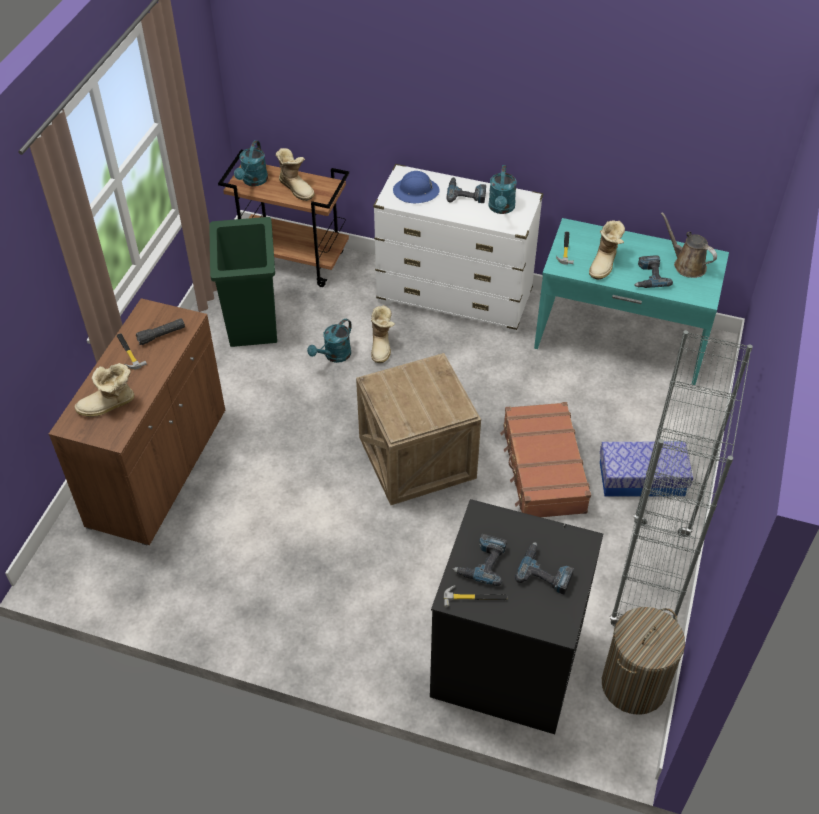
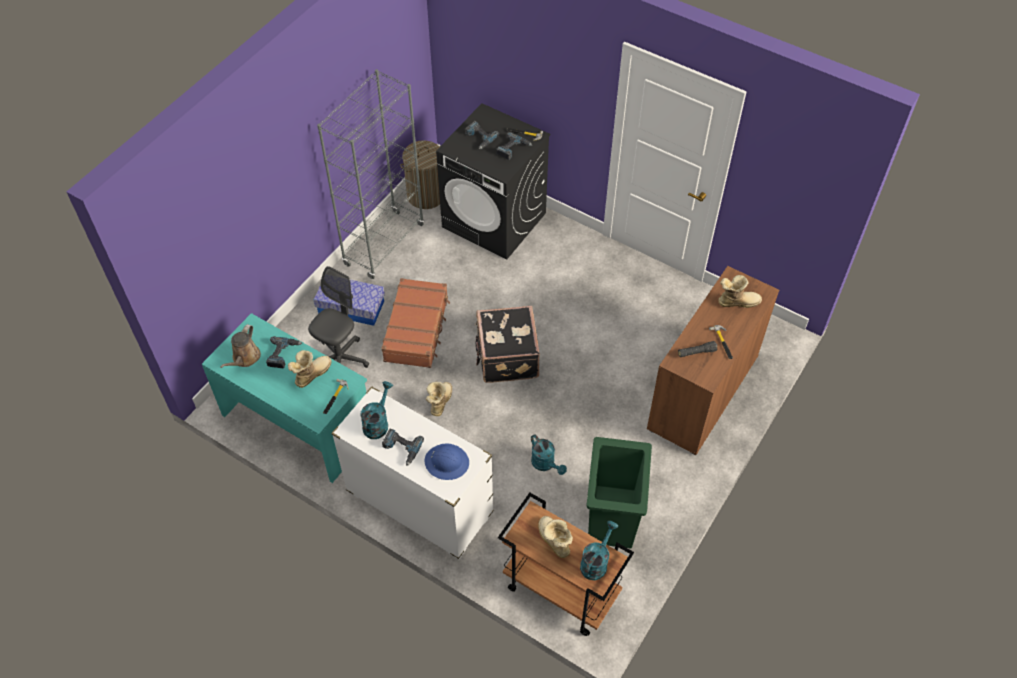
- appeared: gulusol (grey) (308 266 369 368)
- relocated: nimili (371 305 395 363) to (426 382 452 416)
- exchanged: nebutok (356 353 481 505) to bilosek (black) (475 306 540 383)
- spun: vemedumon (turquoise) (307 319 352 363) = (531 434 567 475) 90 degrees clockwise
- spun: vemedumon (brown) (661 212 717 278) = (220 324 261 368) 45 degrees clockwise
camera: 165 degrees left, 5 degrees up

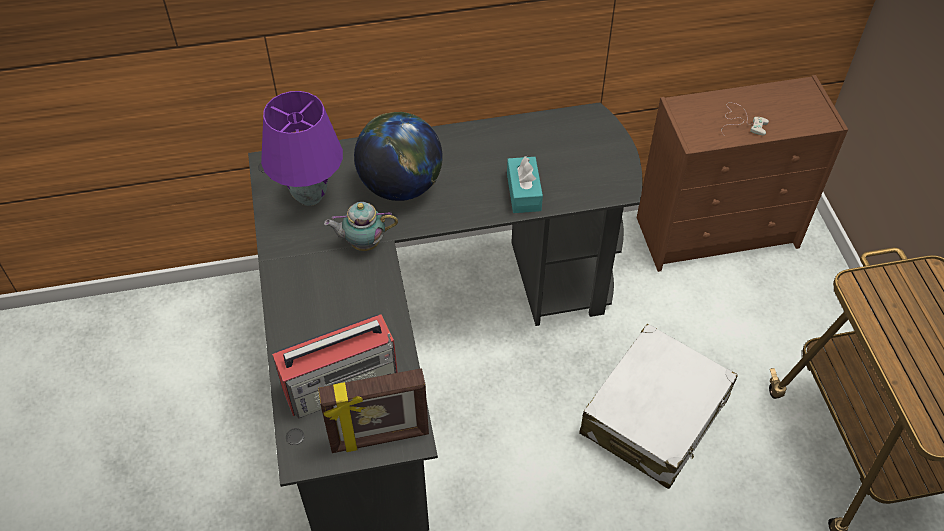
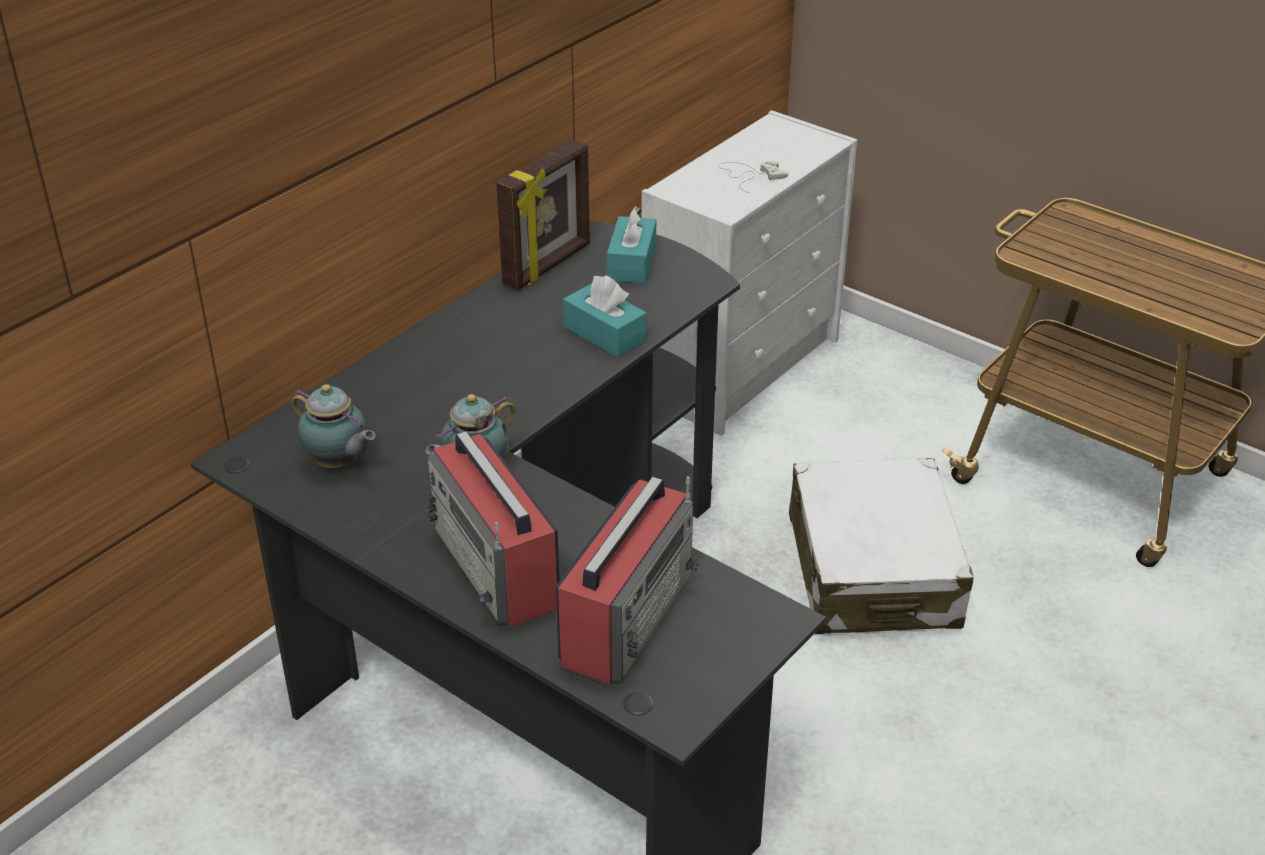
- missing: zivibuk (354 112 443 201)
- appeared: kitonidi (426 431 559 627)
- appeared: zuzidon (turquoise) (607 206 656 284)
- relocated: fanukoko (318 368 429 453) to (496 139 590 290)
- exchanged: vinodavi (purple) (261 91 343 206) to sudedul (292 384 375 468)
- colour: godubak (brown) (637 75 848 272) to godubak (white) (642 110 857 436)
camera: 40 degrees left, 15 degrees down

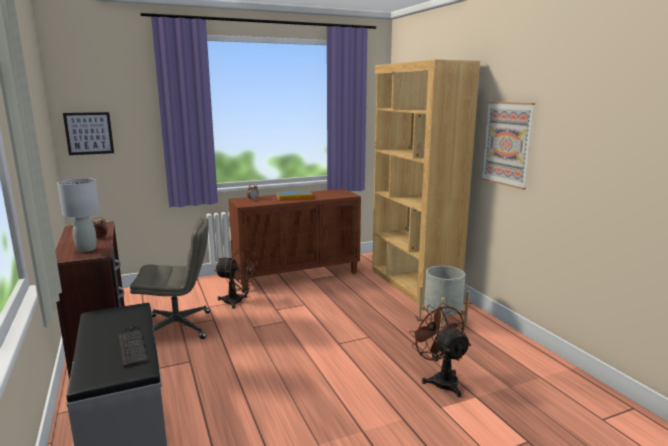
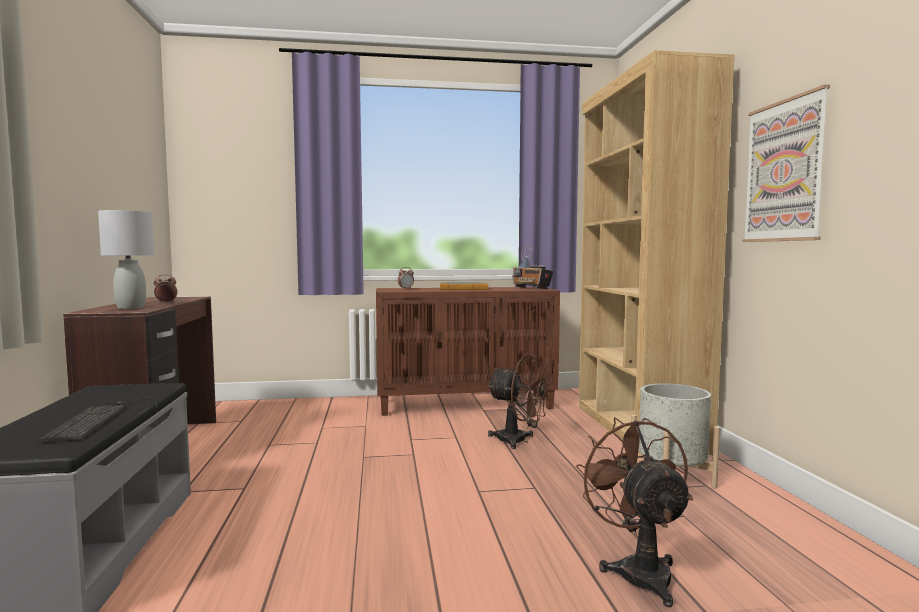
- missing: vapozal (63 112 114 155)
- missing: gulusol (grey) (130 218 211 339)
- appeared: kitonidi (512 245 553 289)
- relocated: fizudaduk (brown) (214 248 258 309) to (487 354 553 449)
camera: 15 degrees right, 10 degrees down

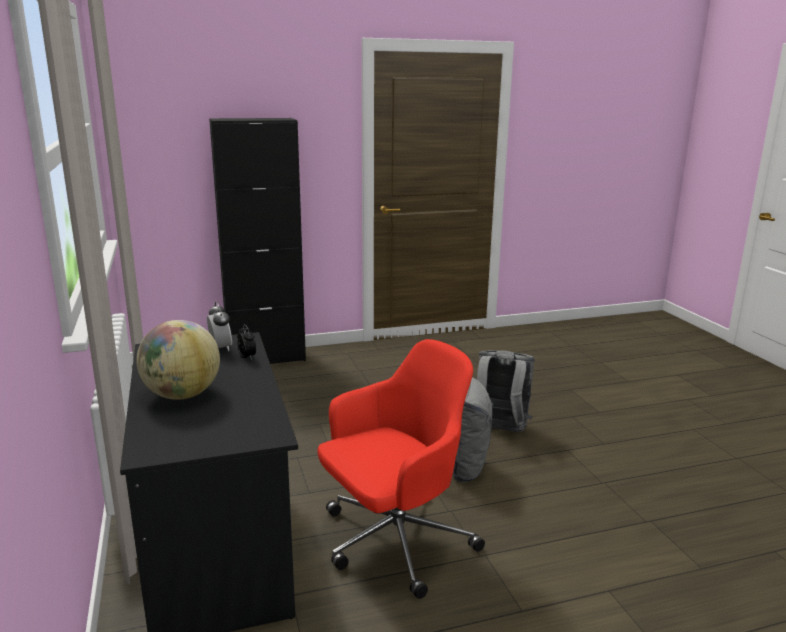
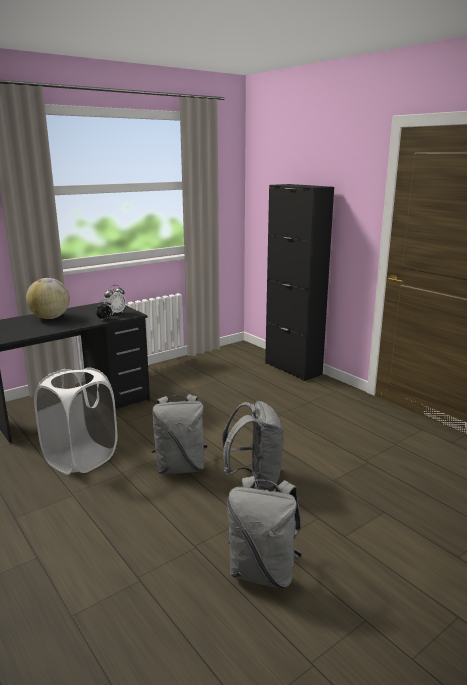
- appeared: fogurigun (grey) (227 476 302 588)
- exchanged: gulusol (red) (317 339 485 599) to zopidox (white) (34 367 117 475)
camera: 70 degrees right, 0 degrees up

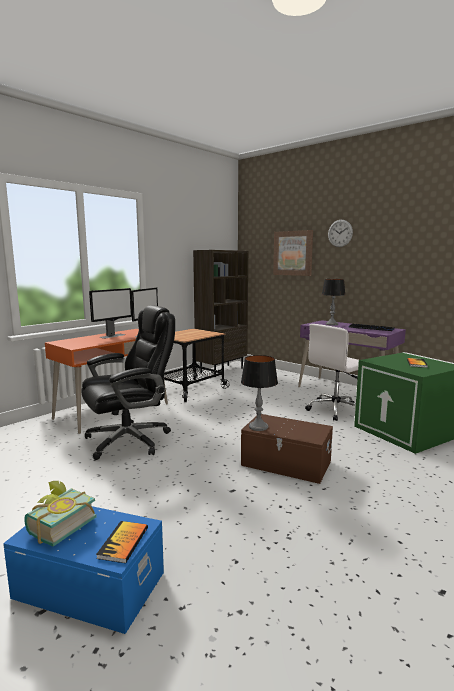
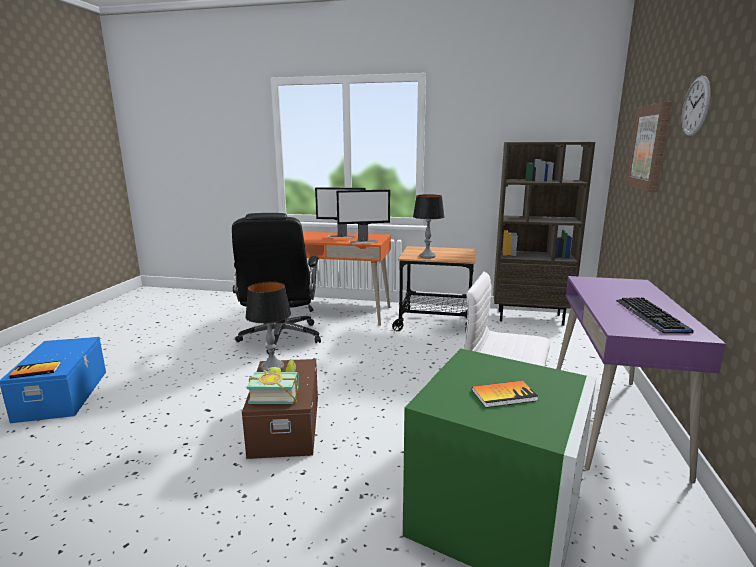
- relocated: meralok (24 481 96 547) to (247 359 299 404)
- relocated: vinodavi (322 279 345 325) to (413 194 444 259)
- spun: gulusol (black) (82 305 175 460) = (232 213 321 354) 60 degrees clockwise
camera: 60 degrees right, 5 degrees up

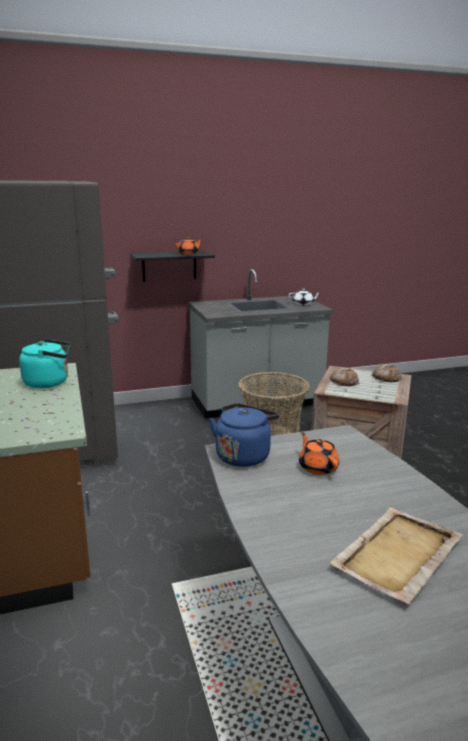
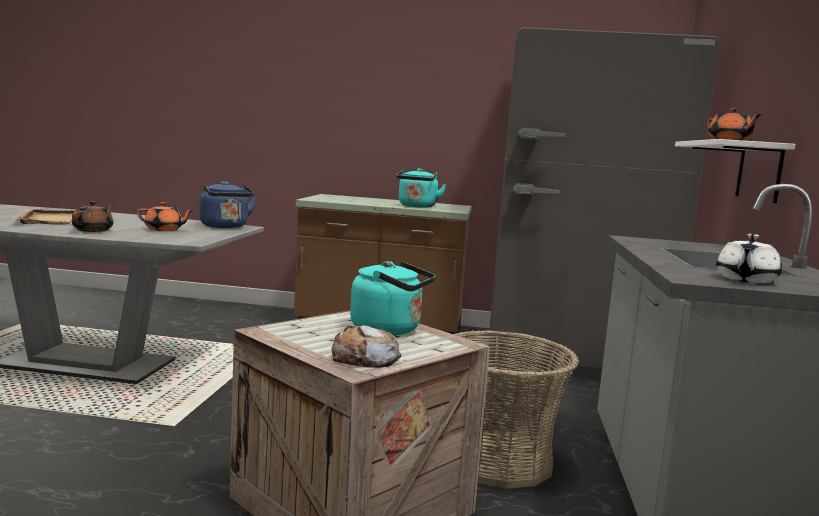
- appeared: sudedul (brown) (72 201 114 232)
- exchanged: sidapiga (330 368 359 386) to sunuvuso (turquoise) (350 261 435 335)
- colour: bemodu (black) (131 251 215 282) to bemodu (white) (675 139 795 203)
camera: 115 degrees right, 10 degrees down

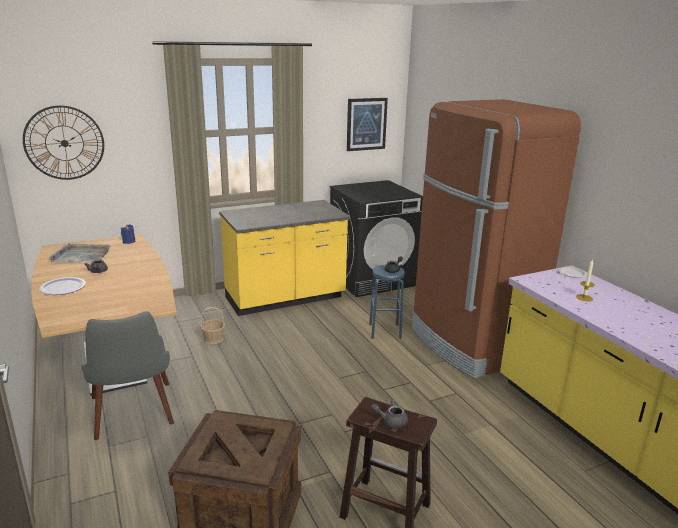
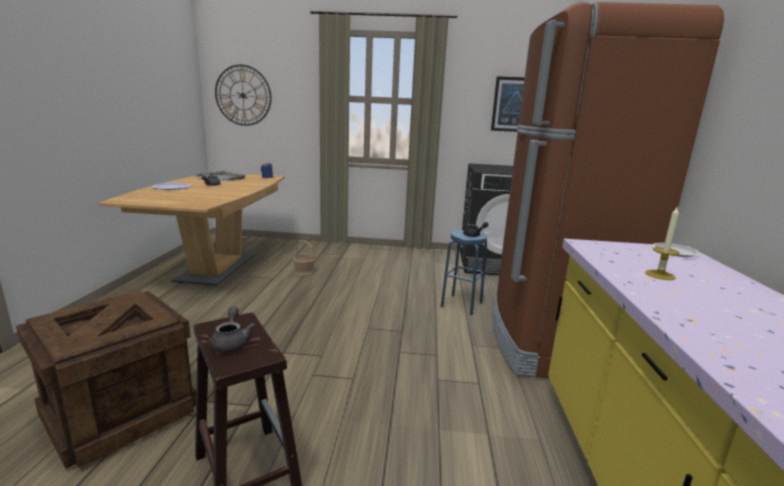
- missing: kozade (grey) (81 311 174 440)
- missing: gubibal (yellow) (219 200 350 316)
- spun: sudedul (grey) (371 400 408 428) = (210 307 256 353) 45 degrees clockwise
camera: 30 degrees right, 5 degrees down

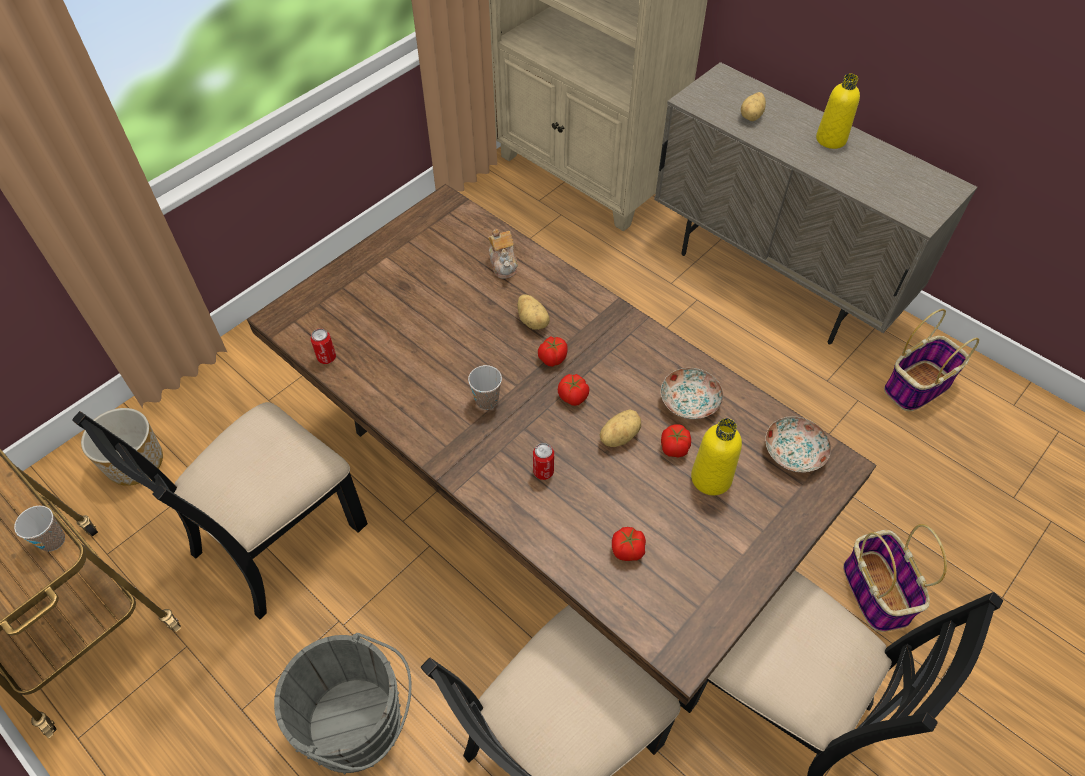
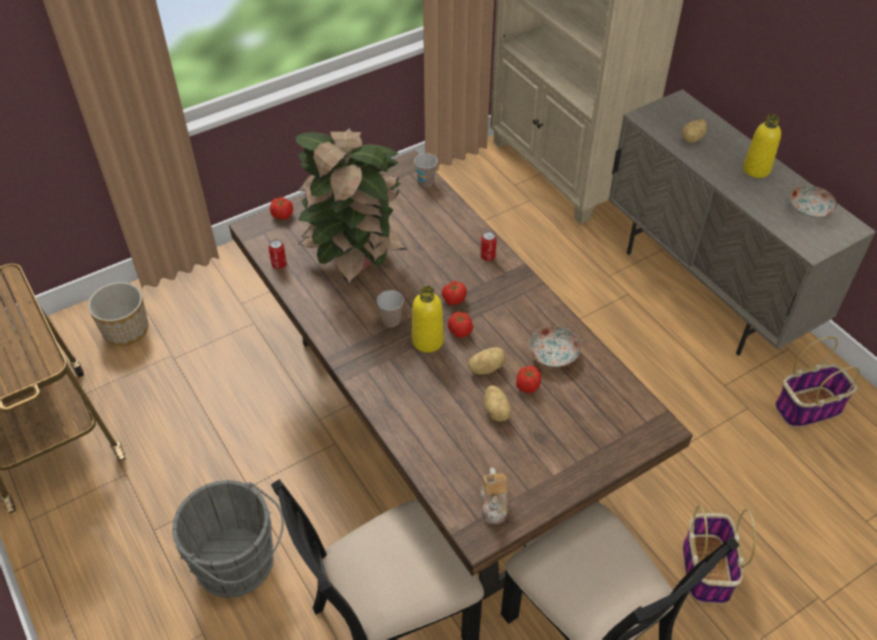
- missing: kozade (black) (72 402 368 619)
- appeared: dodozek (295 128 407 285)
- relocated: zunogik (14 505 65 552) to (414 153 438 187)
- relocated: sudedul (488 229 518 279) to (481 468 509 524)
- relocated: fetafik (517 294 550 330) to (484 385 511 421)
- relocated: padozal (533 443 554 480) to (480 231 497 261)
- relocated: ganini (612 527 646 561) to (270 197 293 220)
- relocated: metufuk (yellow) (691 418 742 496) to (412 286 444 353)
- relocated: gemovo (765 416 831 472) to (790 185 837 218)
camera: 15 degrees right, 5 degrees down

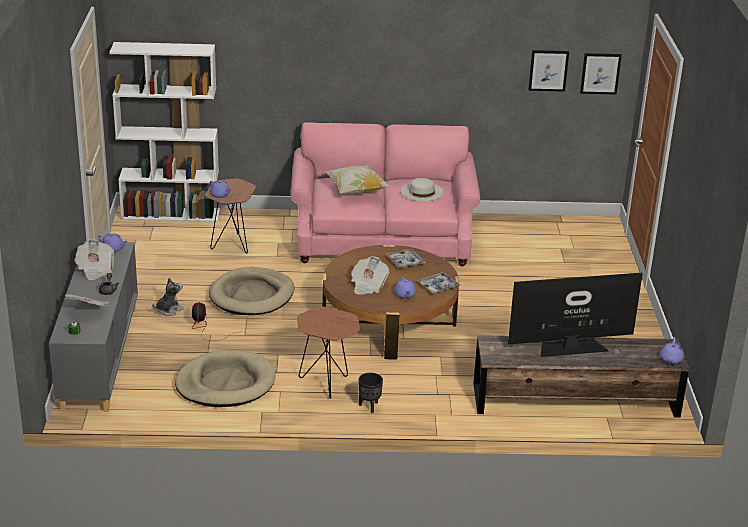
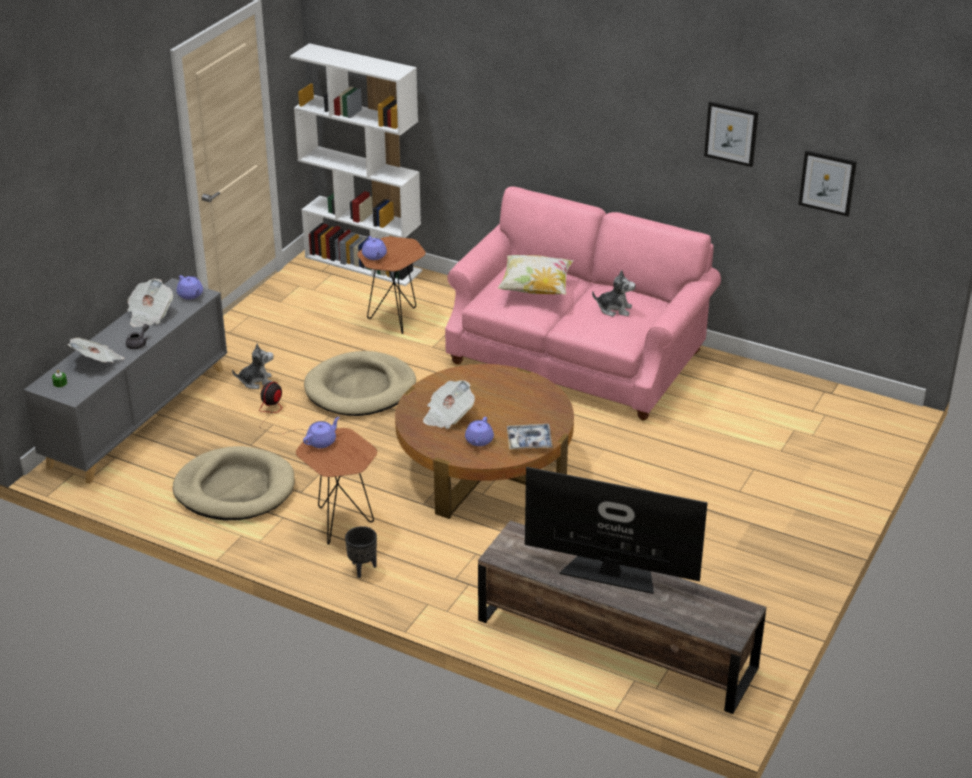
- missing: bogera (386 249 426 269)
- relocated: vapozal (580 53 622 95) to (704 102 759 167)
- relocated: sudedul (purple) (660 337 684 364) to (303 417 340 448)
- exchanged: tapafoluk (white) (401 178 443 201) to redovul (592 270 636 317)
camera: 30 degrees right, 5 degrees up

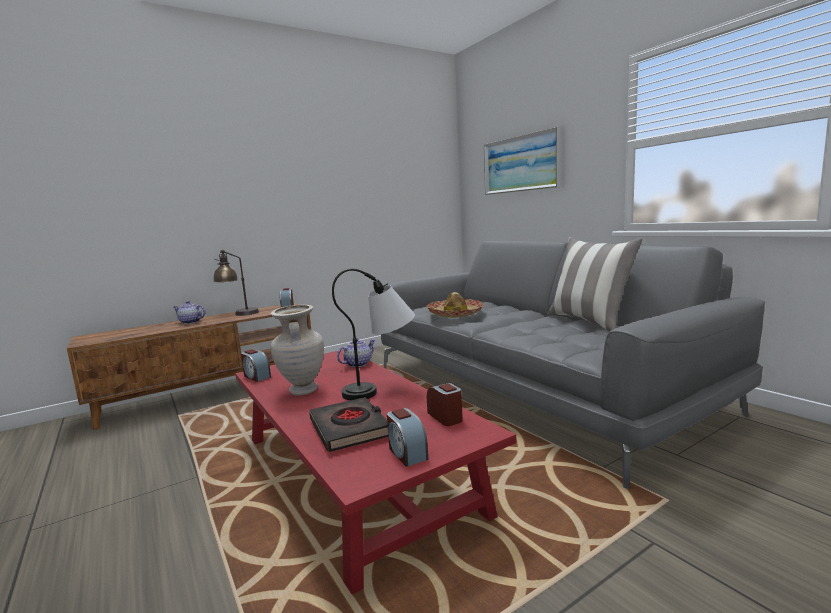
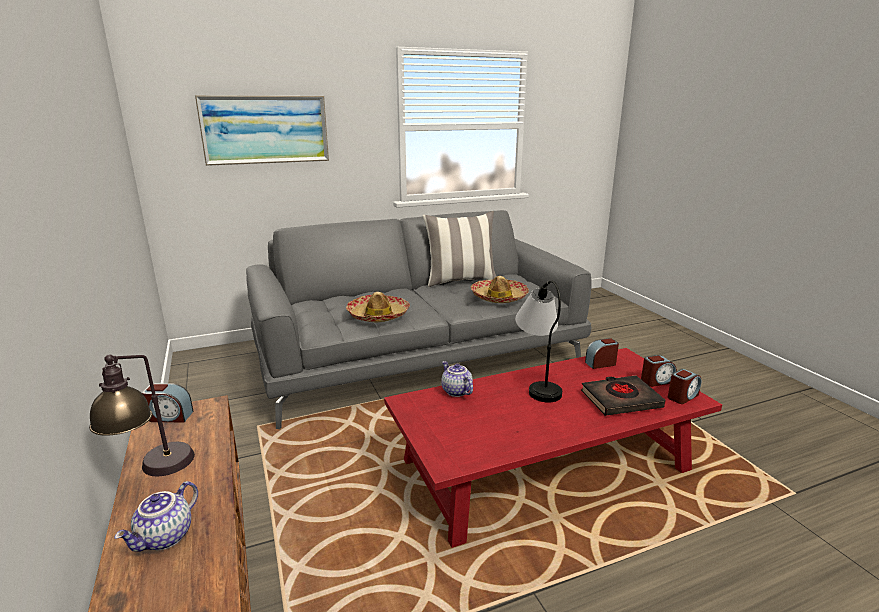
- missing: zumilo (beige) (271 305 324 396)
- appeared: tapafoluk (471 276 529 303)
- relocated: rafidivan (241 349 271 382) to (668 369 701 404)
camera: 80 degrees left, 10 degrees up

